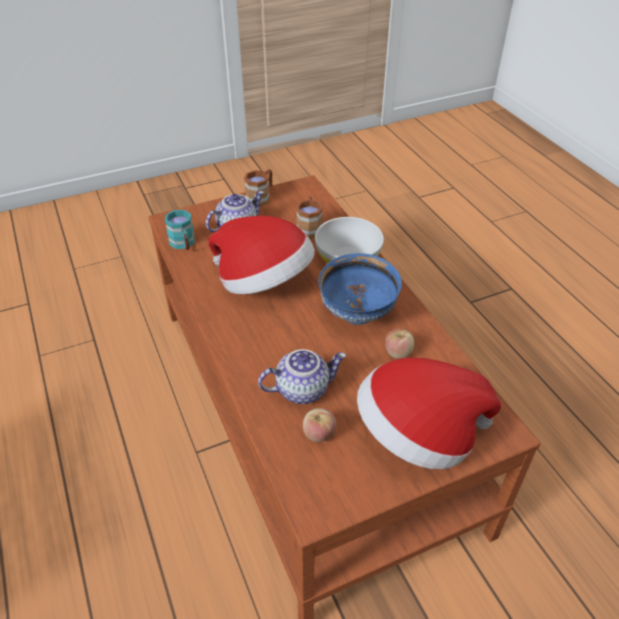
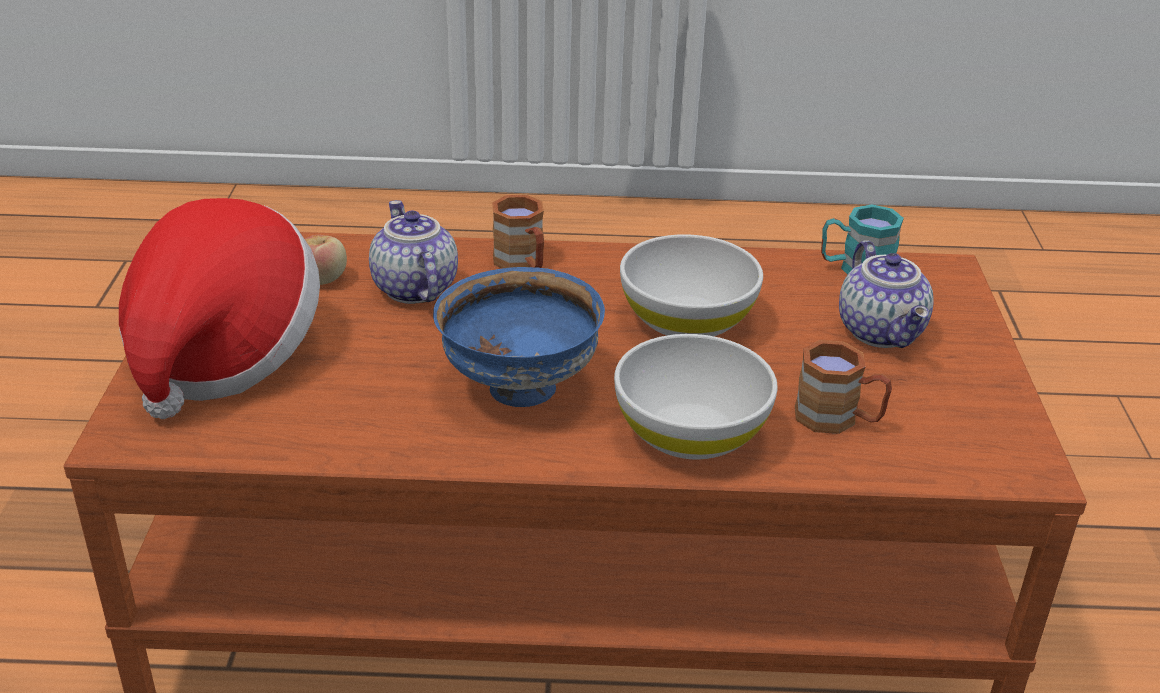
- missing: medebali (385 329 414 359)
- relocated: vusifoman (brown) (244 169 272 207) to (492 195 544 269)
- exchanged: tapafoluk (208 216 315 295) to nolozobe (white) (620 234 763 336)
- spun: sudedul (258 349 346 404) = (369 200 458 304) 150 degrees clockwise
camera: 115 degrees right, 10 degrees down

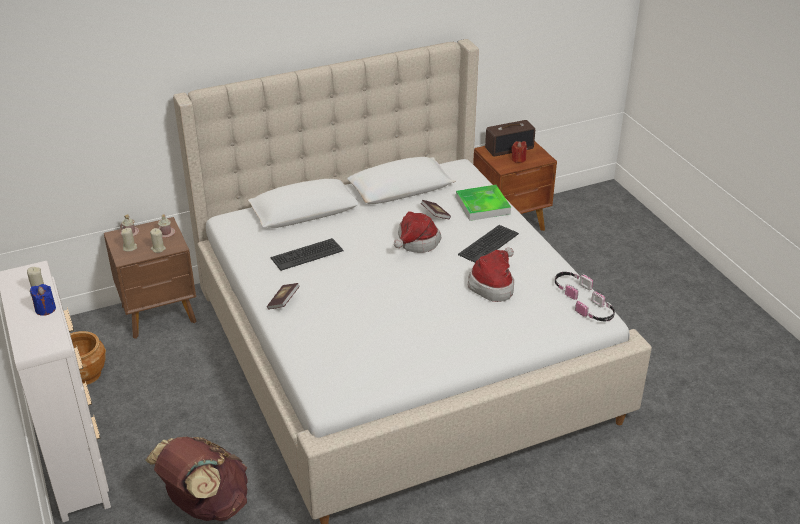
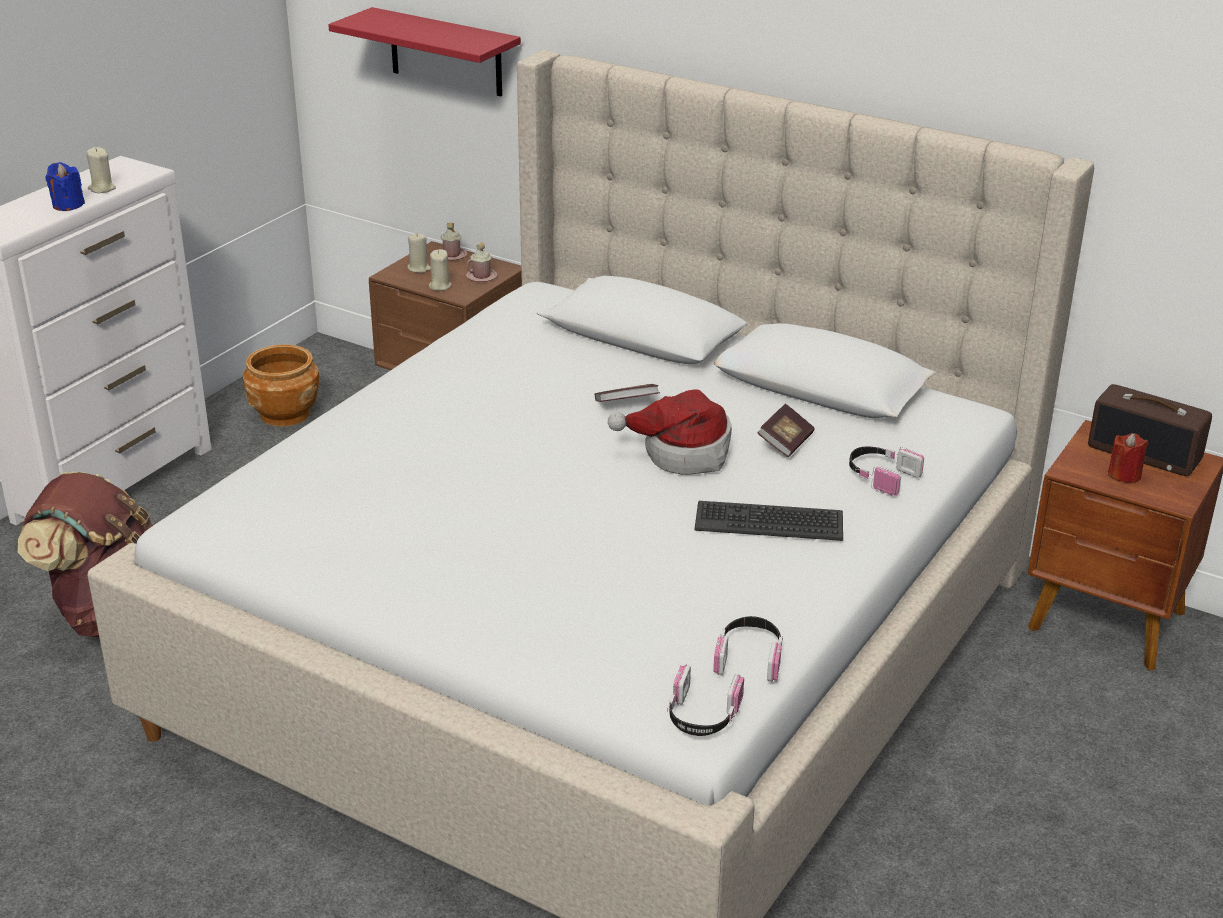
- missing: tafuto (271 238 344 271)
- missing: tapafoluk (468 247 514 302)
- appeared: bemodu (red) (328 7 521 96)
- relocated: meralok (267 283 300 309) to (595 384 660 402)
- exchanged: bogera (456 185 511 221) to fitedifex (849 447 924 496)
camera: 55 degrees right, 5 degrees down

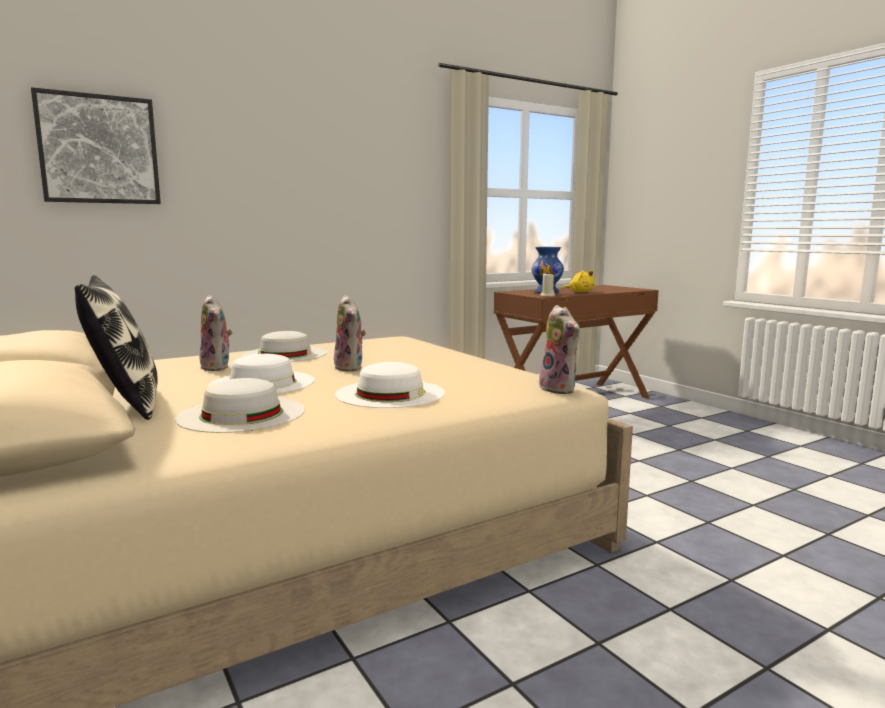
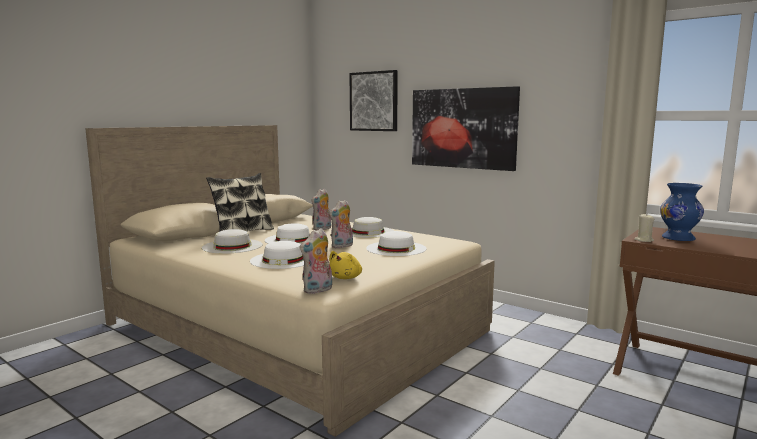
- appeared: tapafoluk (white) (366 231 427 256)
- appeared: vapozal (412 86 520 171)
- relocated: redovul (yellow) (563 270 595 292) to (329 251 362 279)
camera: 70 degrees right, 0 degrees up

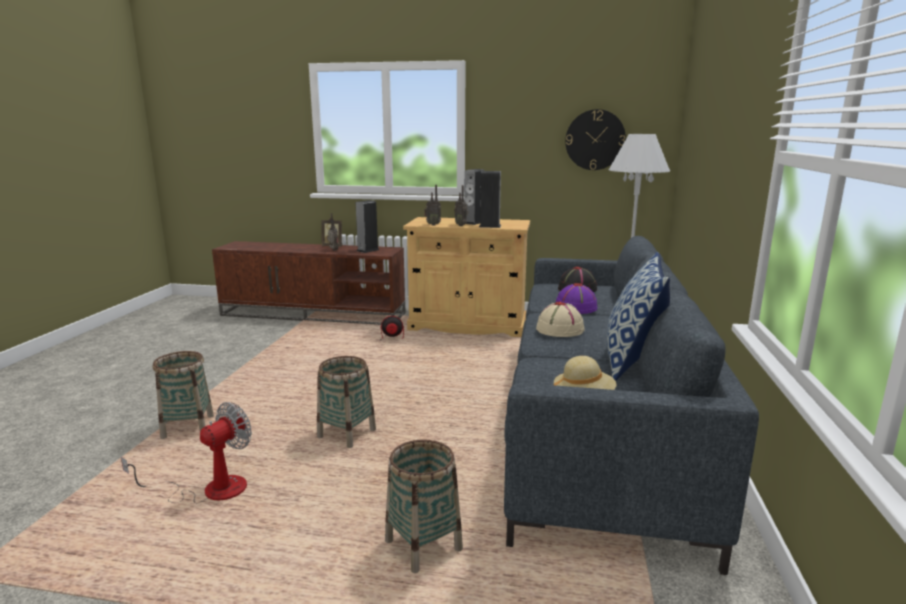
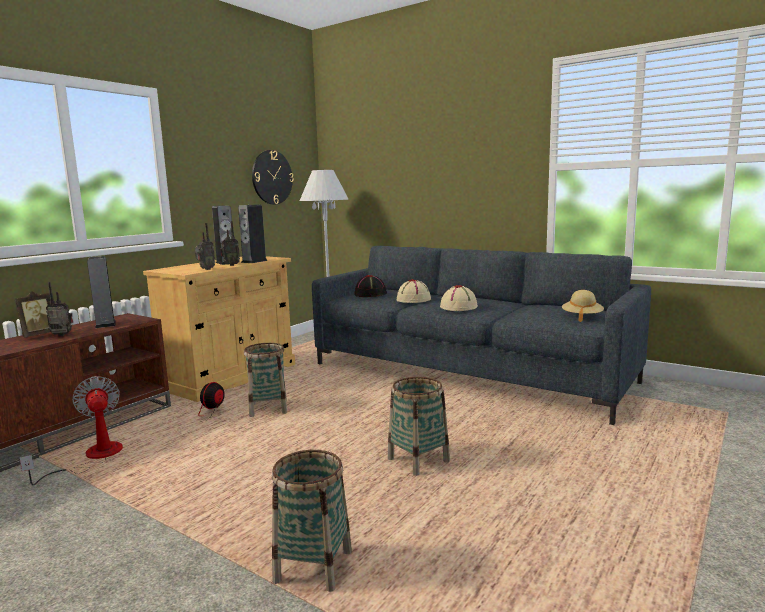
- missing: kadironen (607 252 670 381)
- relocated: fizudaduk (121 402 252 503) to (20 376 123 485)
- relocated: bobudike (385 440 463 573) to (244 343 287 417)
- colour: tapafoluk (purple) (555 283 597 314) to tapafoluk (beige) (397 279 431 303)
camera: 65 degrees left, 5 degrees down

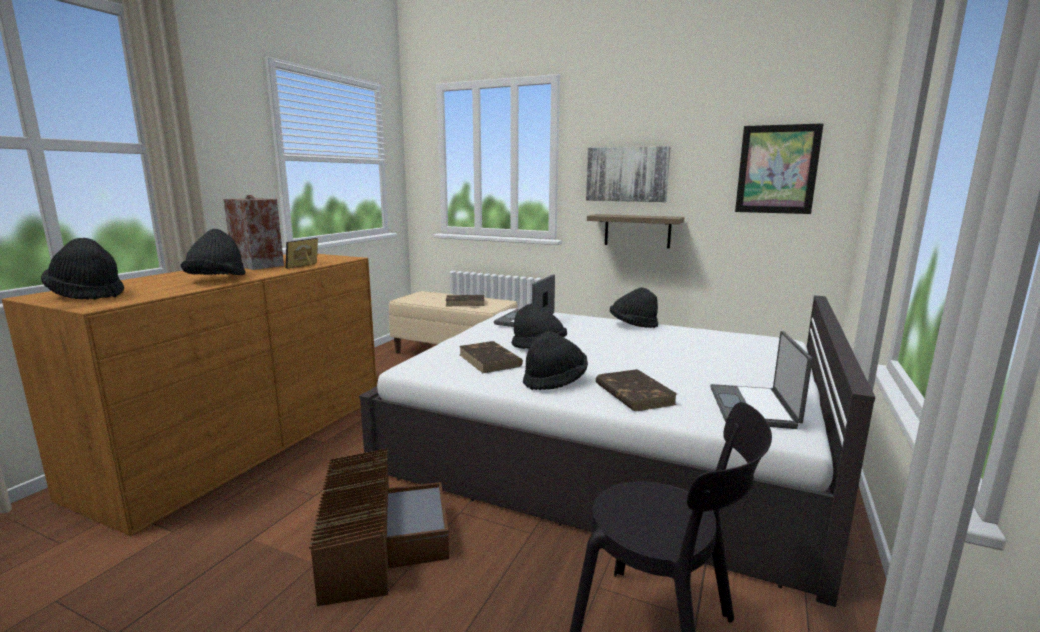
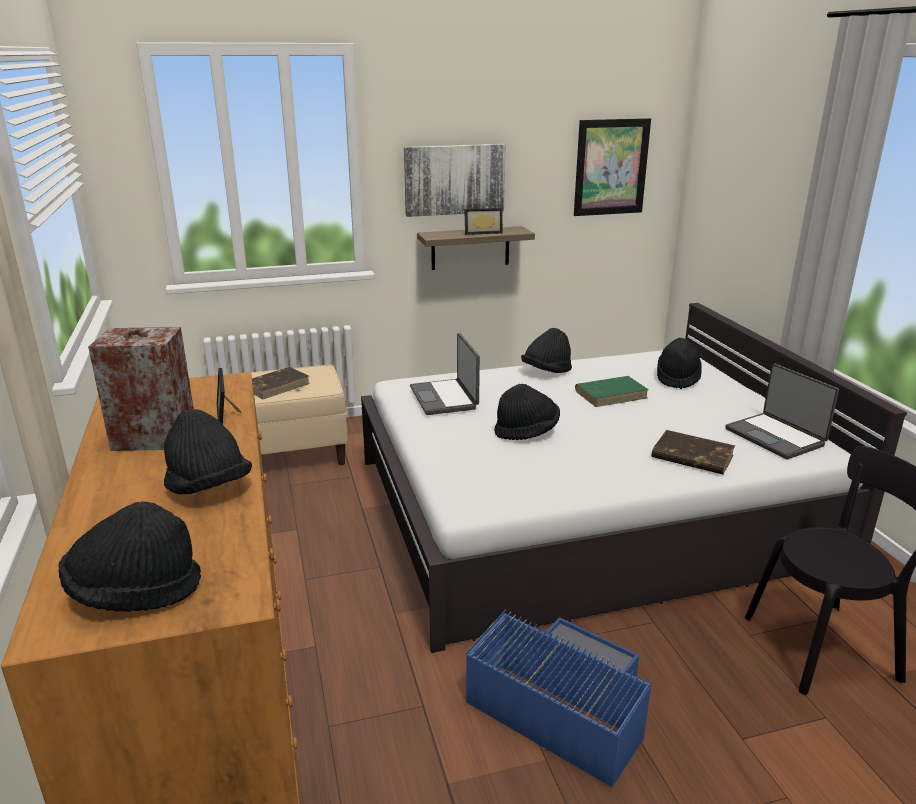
- missing: meralok (brown) (459 341 523 373)
- appeared: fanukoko (464 208 503 235)
- appeared: meralok (green) (575 376 649 407)
- relocated: tapafoluk (black) (523 331 588 390) to (657 338 702 389)
- colour: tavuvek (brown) (309 448 449 606) to tavuvek (blue) (466 609 652 787)
camera: 40 degrees left, 10 degrees up

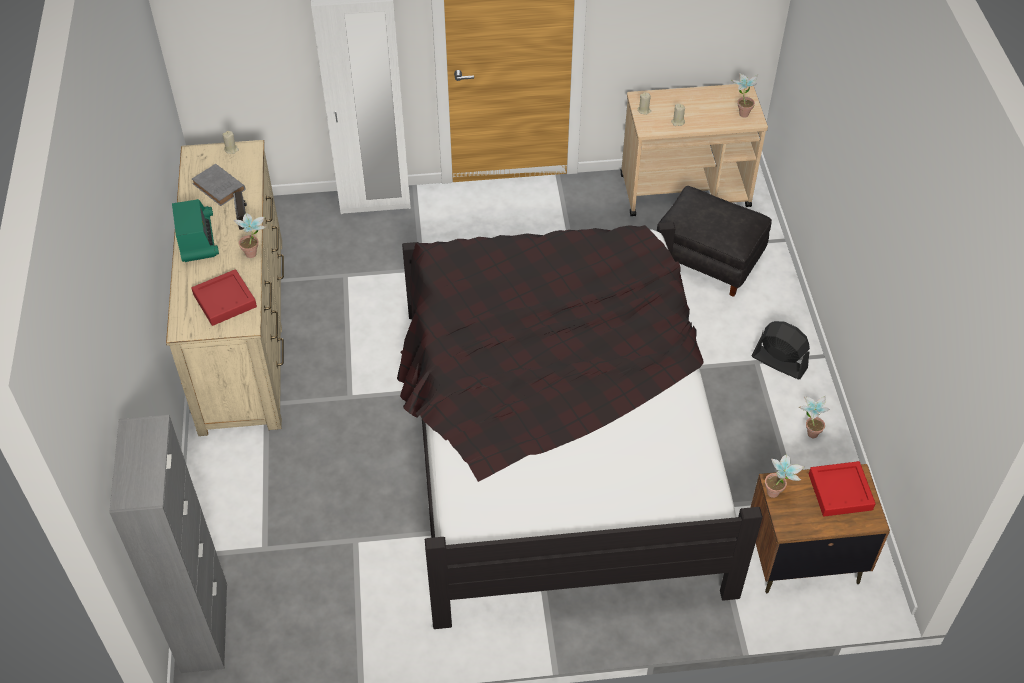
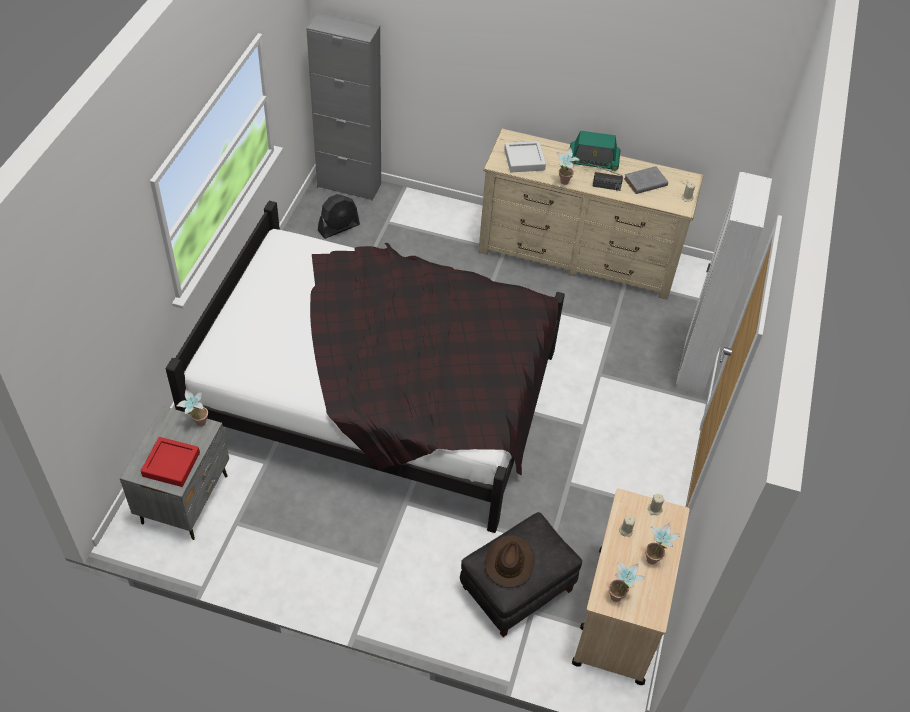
- appeared: tapafoluk (brown) (485 535 534 588)
- relocated: fizudaduk (black) (751 321 810 379) to (318 194 360 239)
- relocated: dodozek (799 396 830 438) to (645 523 680 565)
- colour: bogera (red) (192 269 257 326) to bogera (grey) (504 141 546 172)
- colour: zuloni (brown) (750 464 890 593) to zuloni (grey) (120 406 229 540)
camera: 110 degrees right, 0 degrees up

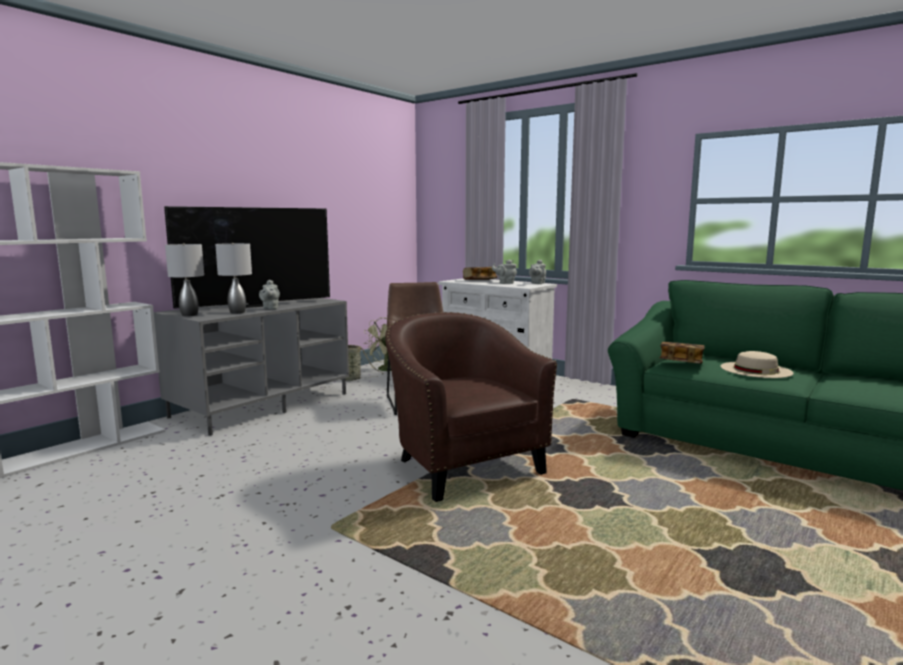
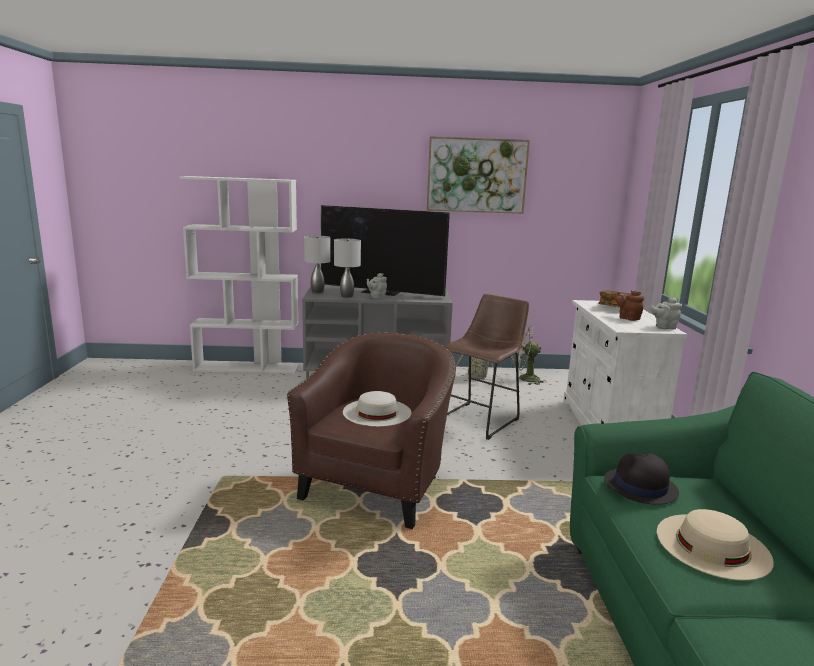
- appeared: tapafoluk (white) (343 391 411 427)
- appeared: vapozal (427 136 530 214)
- exchanged: meralok (659 342 704 364) to tapafoluk (black) (604 453 679 505)
- colour: sudedul (grey) (492 260 517 284) to sudedul (brown) (614 291 644 321)
camera: 50 degrees right, 5 degrees up

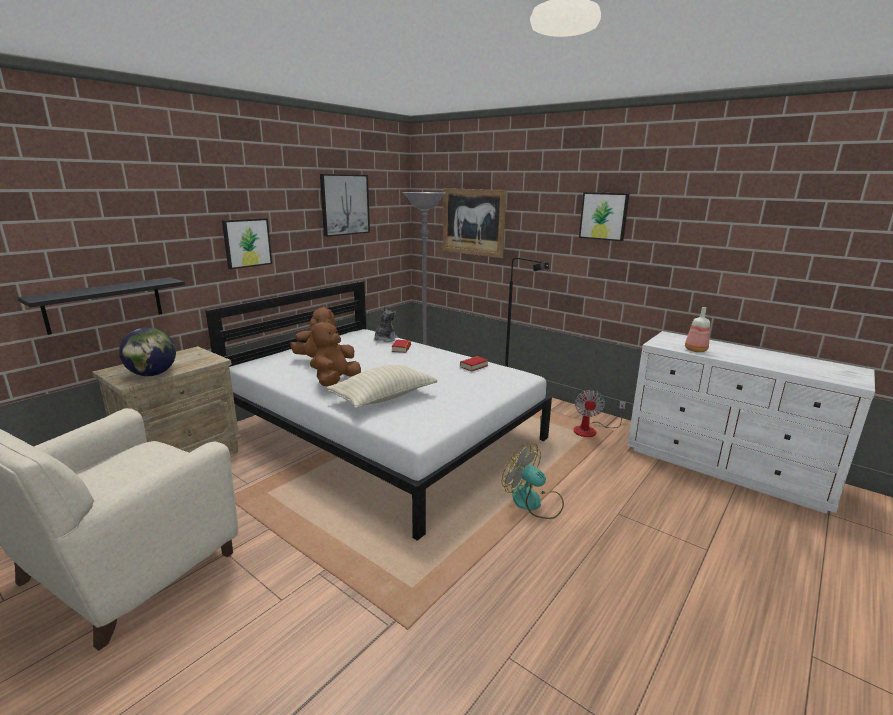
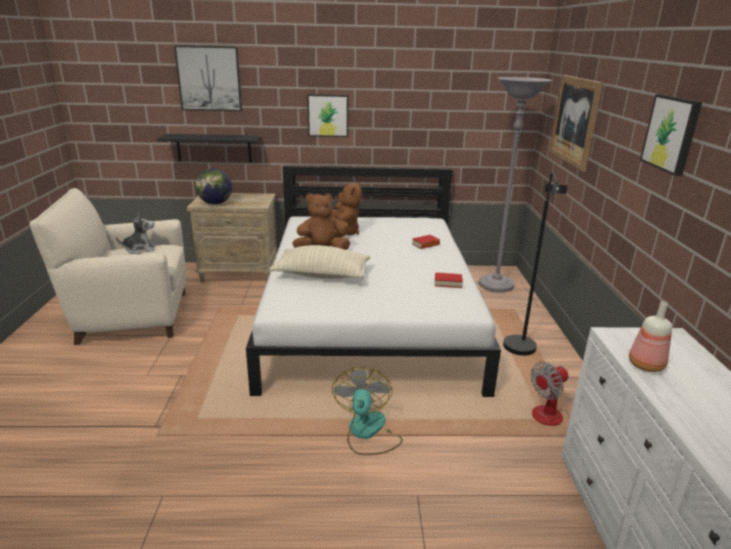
- relocated: vapozal (320 174 370 237) to (174 45 242 111)
- relocated: redovul (374 306 397 342) to (116 212 155 254)
camera: 50 degrees right, 5 degrees up

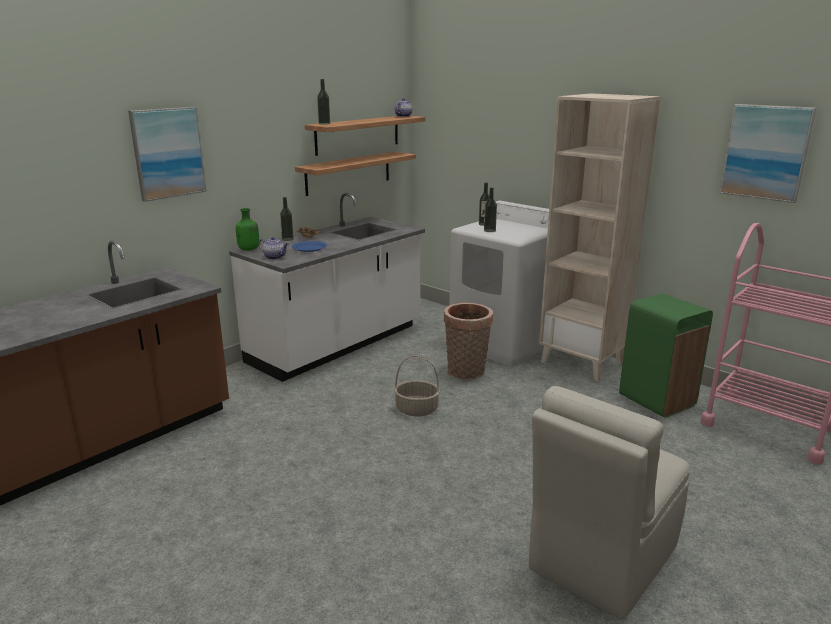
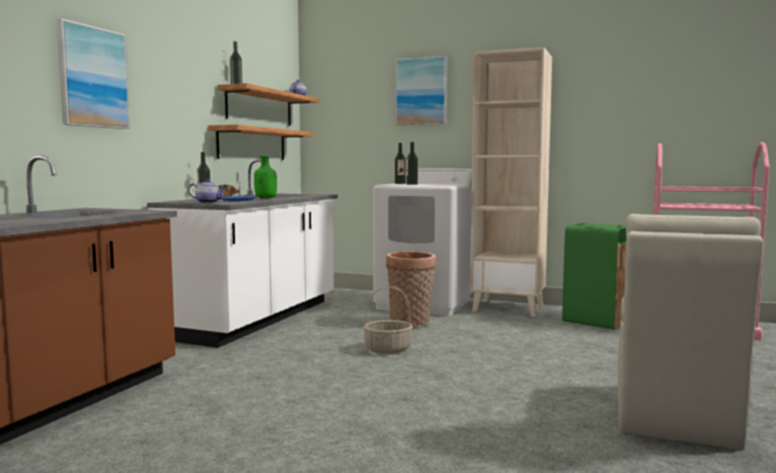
- relocated: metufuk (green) (236 208 259 251) to (254 156 277 199)
- relocated: vapozal (719 104 816 203) to (395 56 447 125)
camera: 20 degrees left, 15 degrees down

